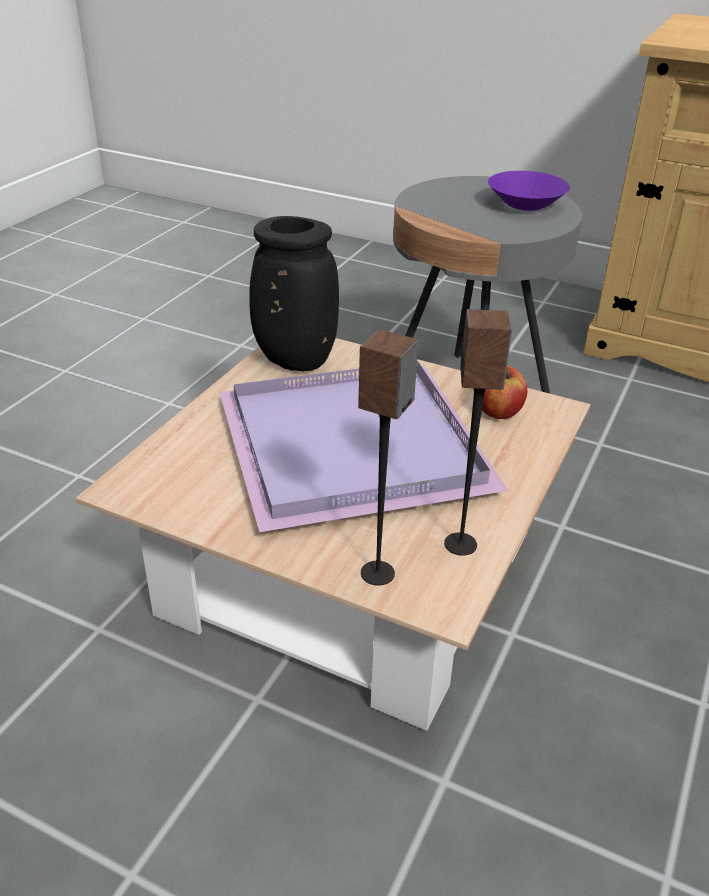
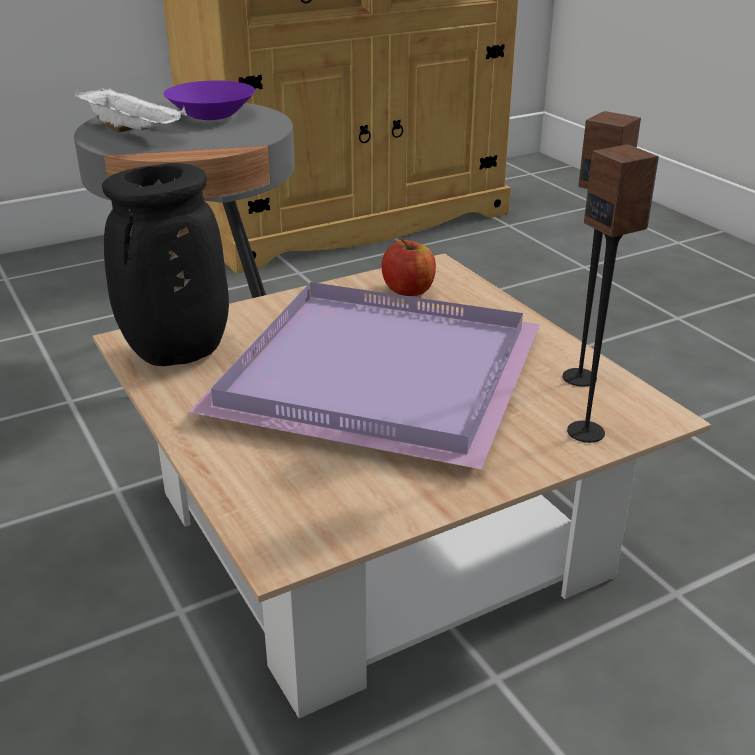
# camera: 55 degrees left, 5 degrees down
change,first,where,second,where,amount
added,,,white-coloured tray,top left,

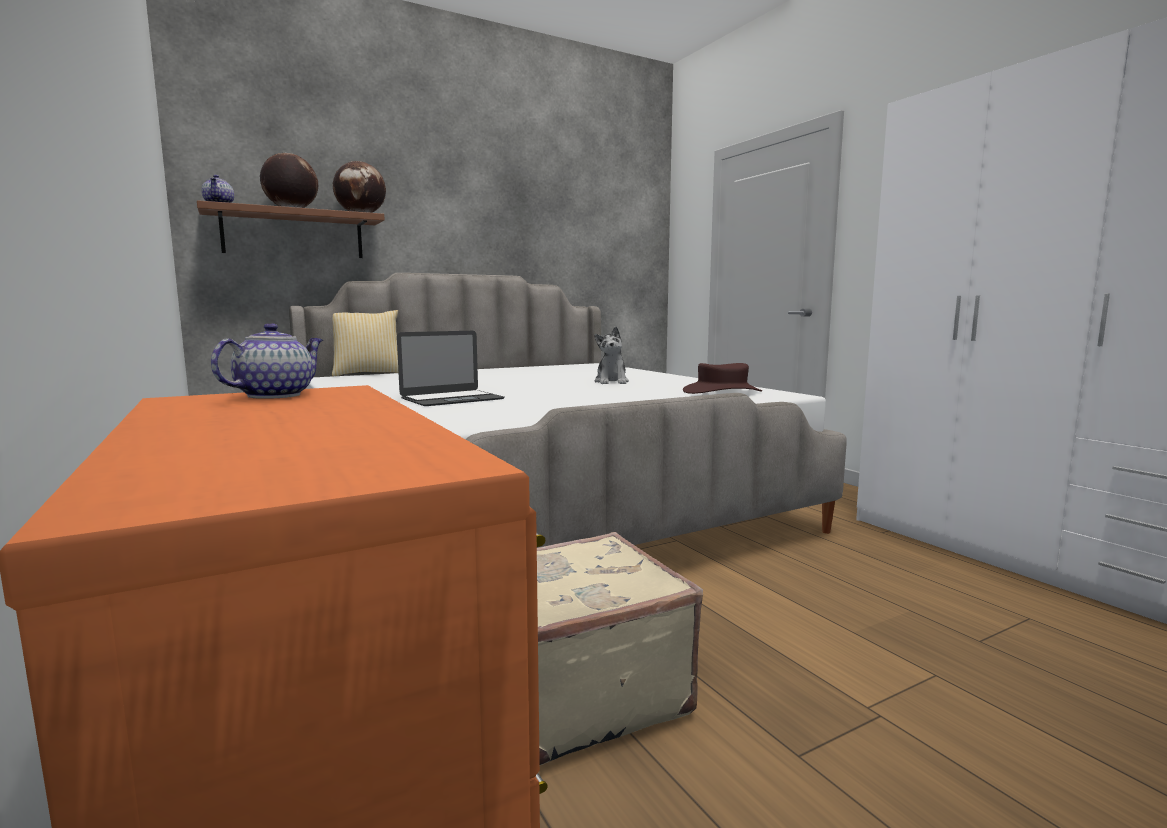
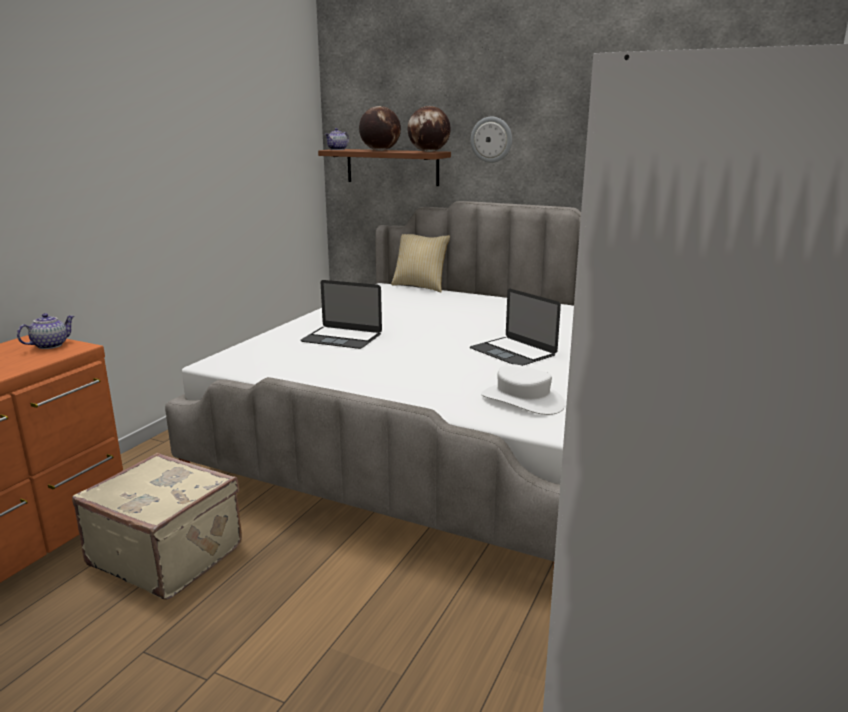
# camera: 55 degrees right, 10 degrees up
change,first,where,second,where,amount
turned,teapot (2nd from left in the first image),middle left,teapot (1st from left),middle left,45 degrees counterclockwise
replaced,plush toy,centre,notebook computer (2nd from left),centre,
recoloured,brown wearable hat,centre,white-coloured wearable hat,centre,
added,,,hanging clock,top centre,

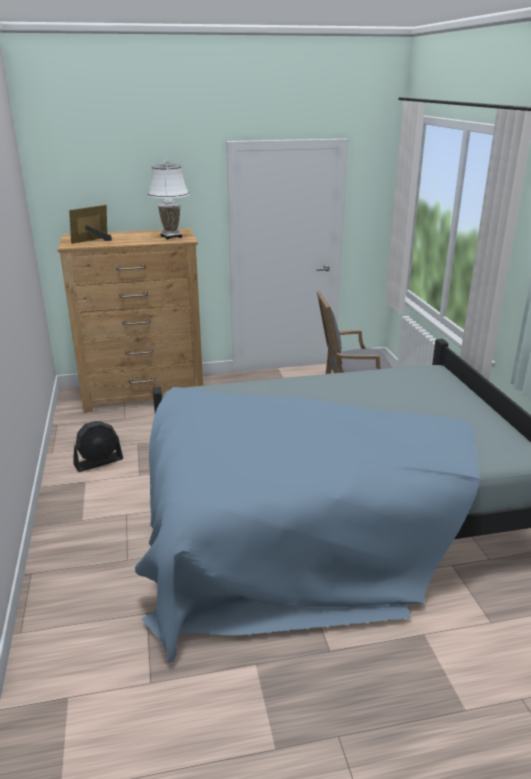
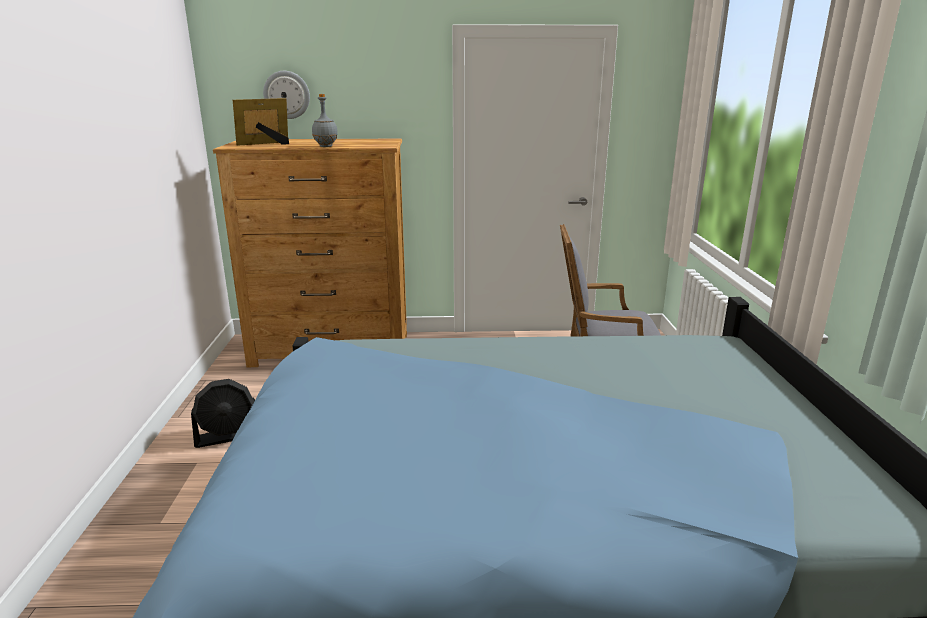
# camera: 10 degrees right, 5 degrees down
change,first,where,second,where,amount
removed,white-coloured tabletop lamp,top left,,,
added,,,hanging clock,top left,
added,,,gray bottle,top centre,

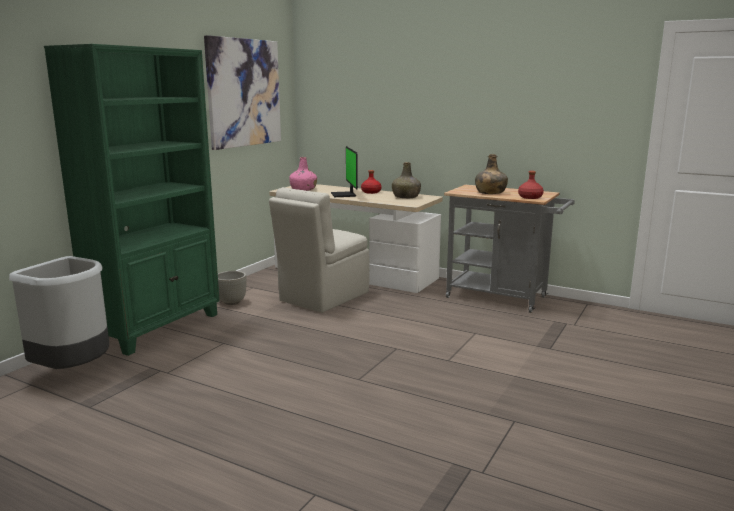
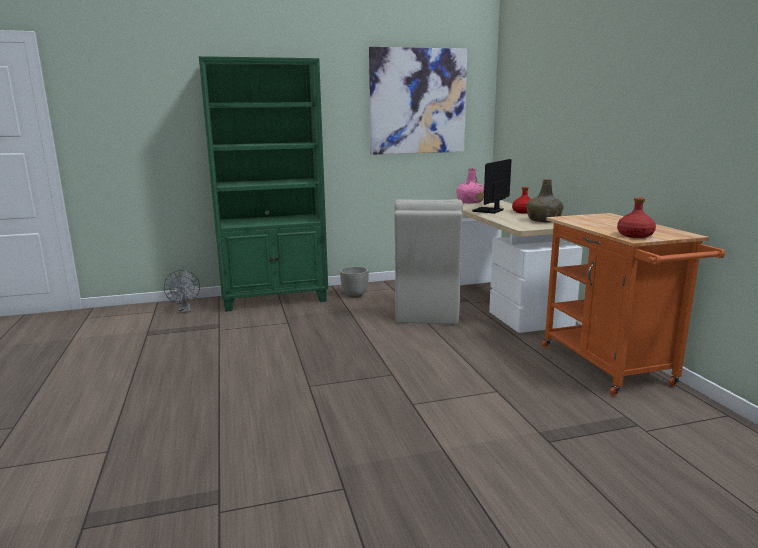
# camera: 45 degrees right, 0 degrees up
change,first,where,second,where,amount
removed,green bottle (2nd from left),middle right,,,
recoloured,gray trolley,middle right,orange trolley,middle right,
turned,sand-coloured upright chair,centre,,centre,75 degrees counterclockwise
replaced,gray waste bin,middle left,gray fan,middle left,

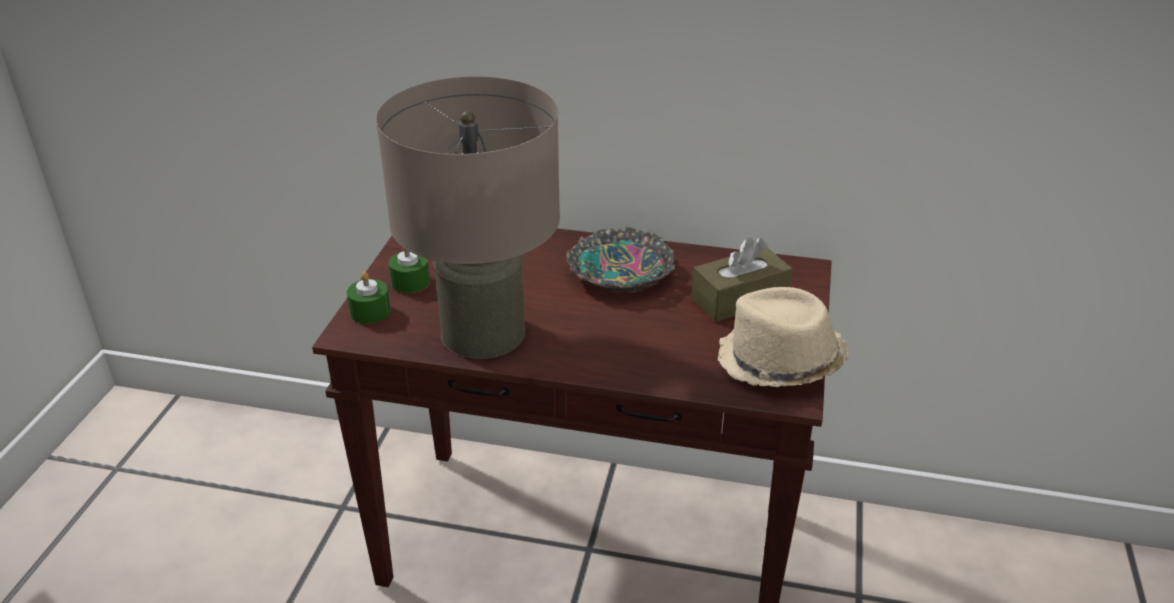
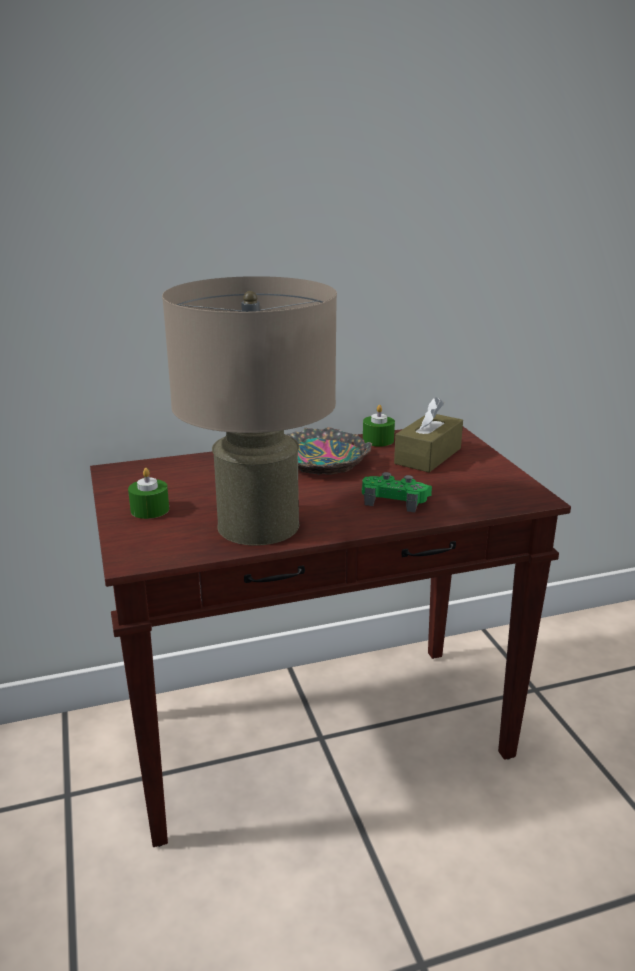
# camera: 30 degrees left, 10 degrees down
change,first,where,second,where,amount
moved,green wax candle (1st from left in the first image),middle left,green wax candle (2nd from left),centre,
removed,sand-coloured wearable hat,middle right,,,
added,,,green joypad,centre,

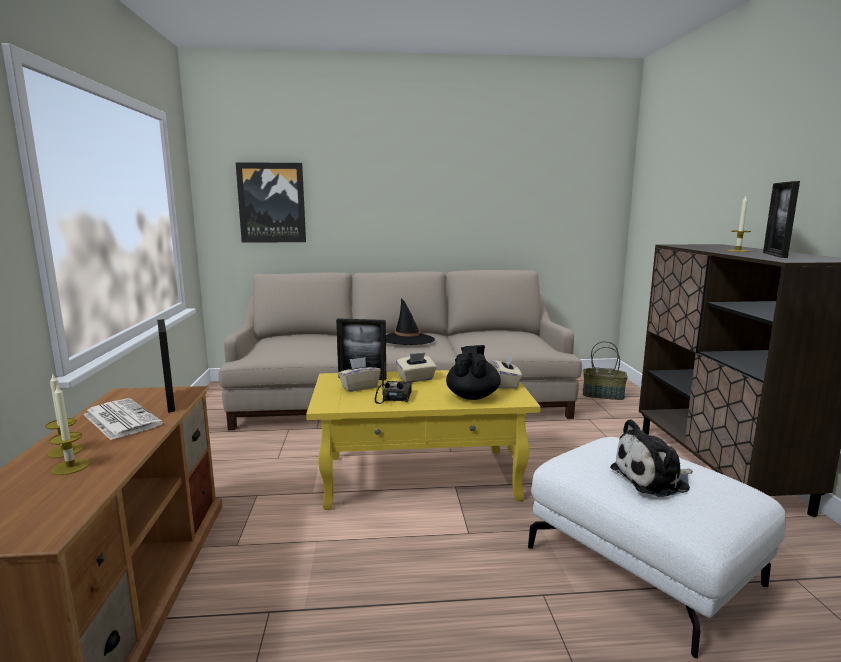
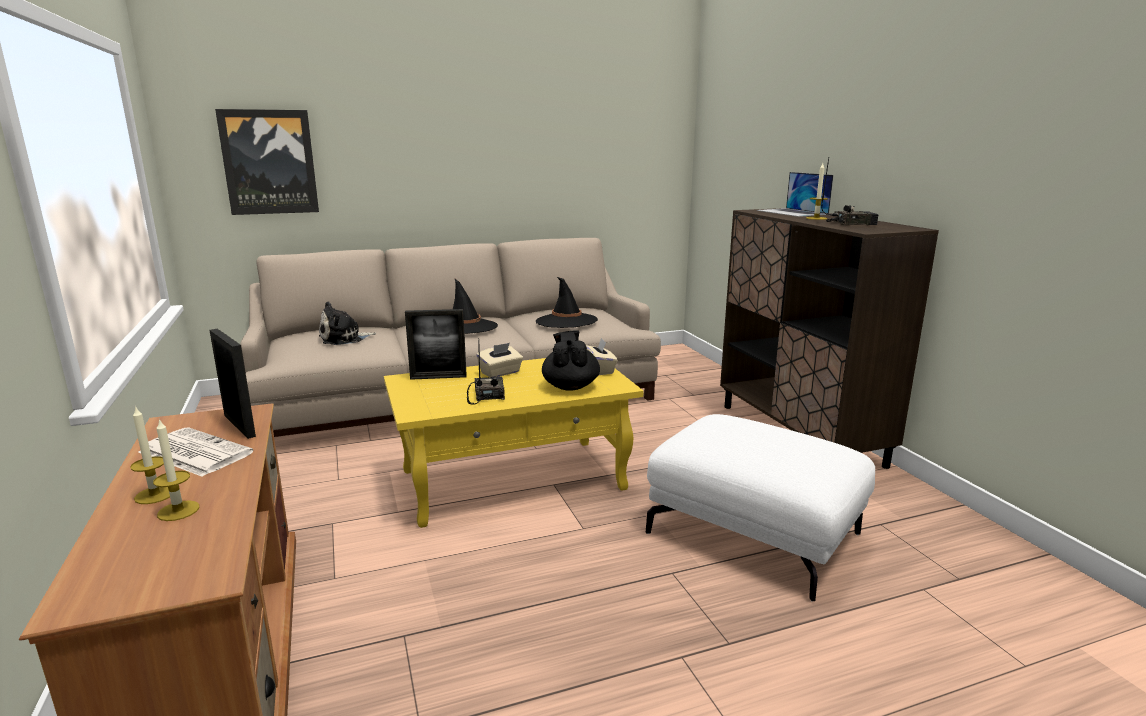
# camera: 15 degrees left, 5 degrees up
change,first,where,second,where,amount
replaced,picture frame (3rd from left),top right,radio receiver (2nd from left),top right,
removed,household basket,middle right,,,
removed,sand-coloured box of tissues (1st from left),centre,,,
moved,plush toy,bottom right,,middle left,
added,,,notebook computer,top right,
added,,,black wearable hat (2nd from left),centre,

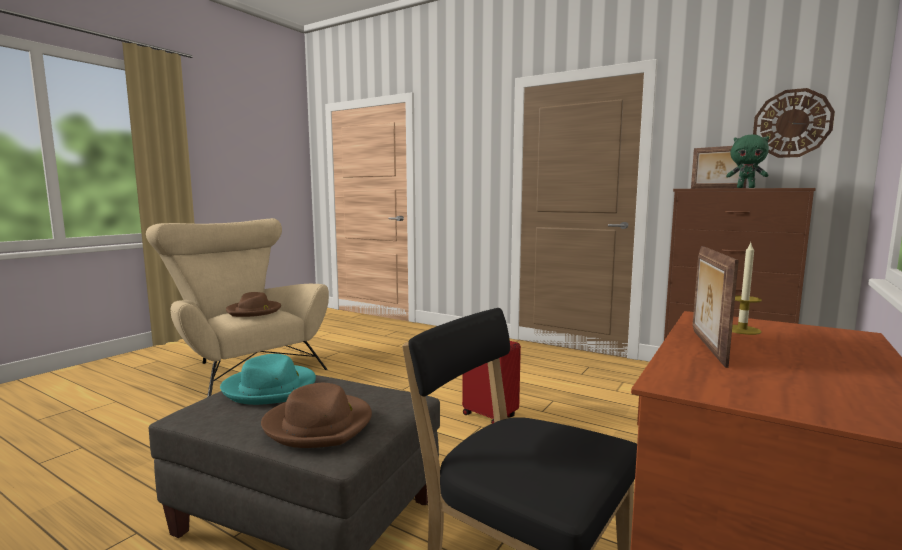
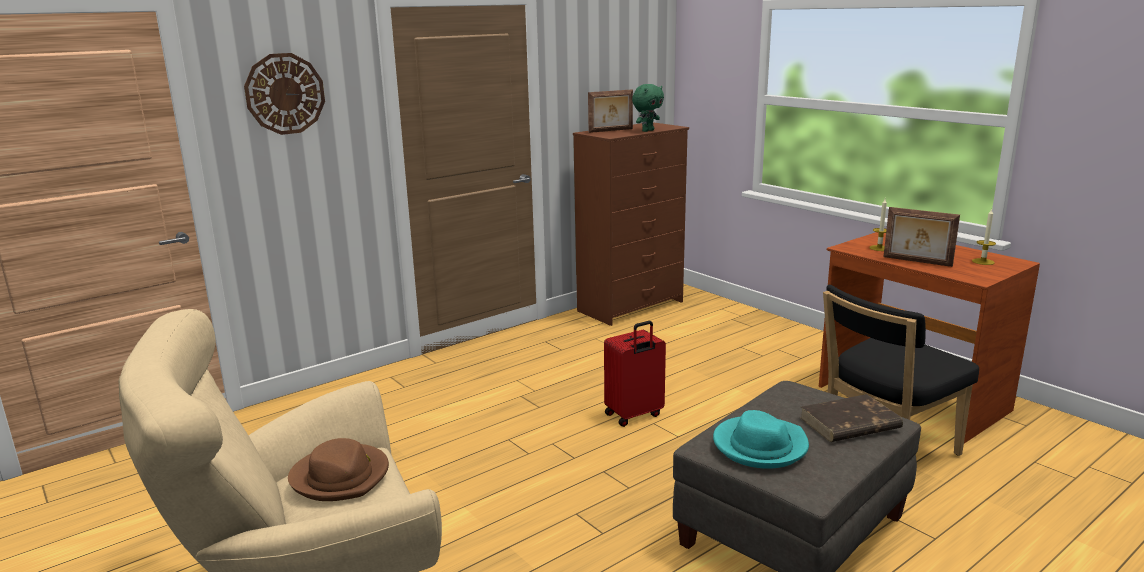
# camera: 70 degrees left, 10 degrees up
change,first,where,second,where,amount
moved,hanging clock,top right,,top left,
replaced,brown wearable hat (2nd from left),bottom centre,brown book,bottom right,
added,,,wax candle (2nd from left),middle right,

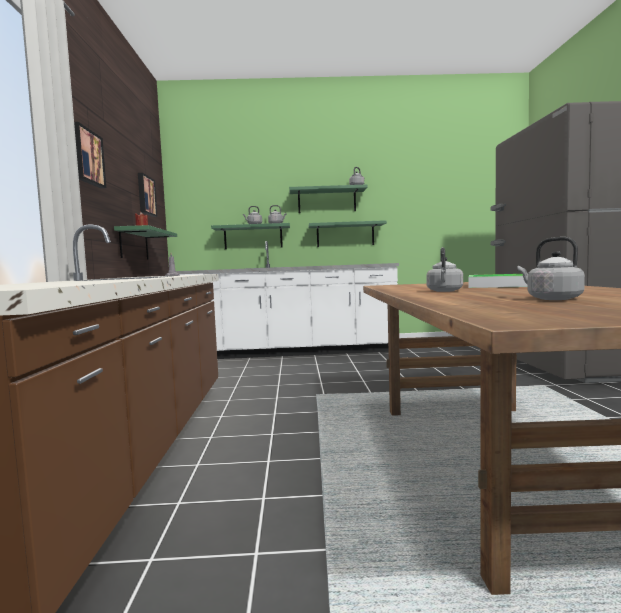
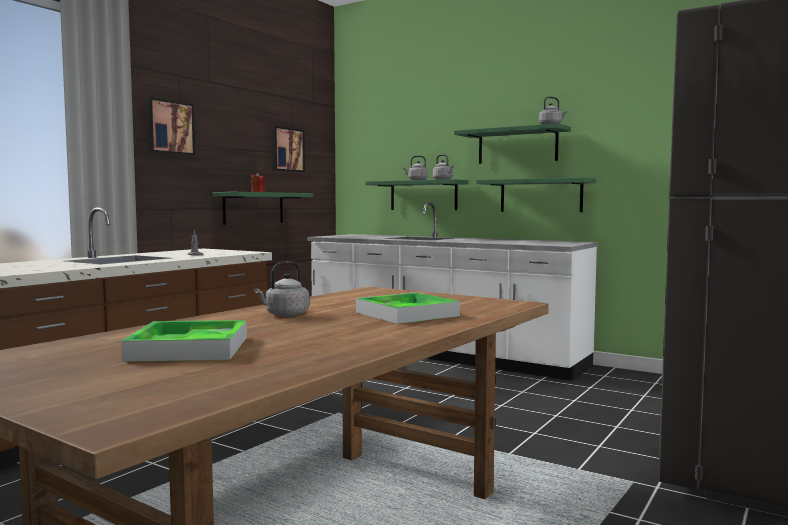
# camera: 35 degrees right, 0 degrees up
change,first,where,second,where,amount
replaced,gray water kettle (5th from left),middle right,tray (1st from left),middle left,

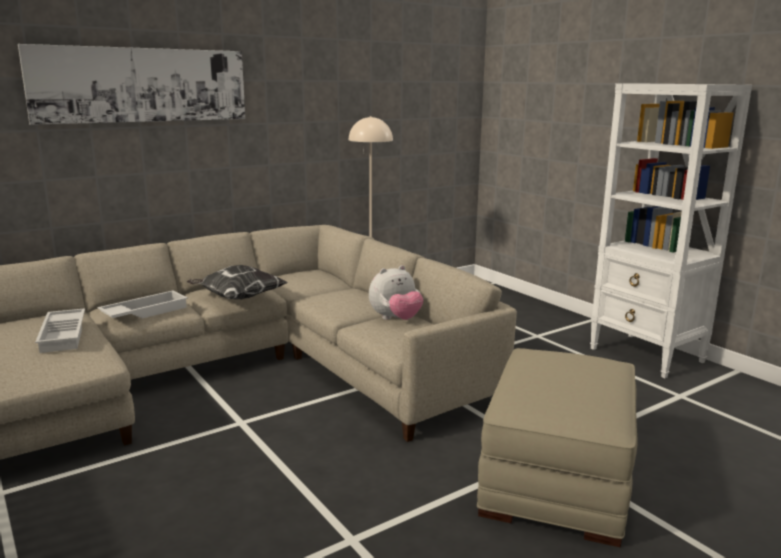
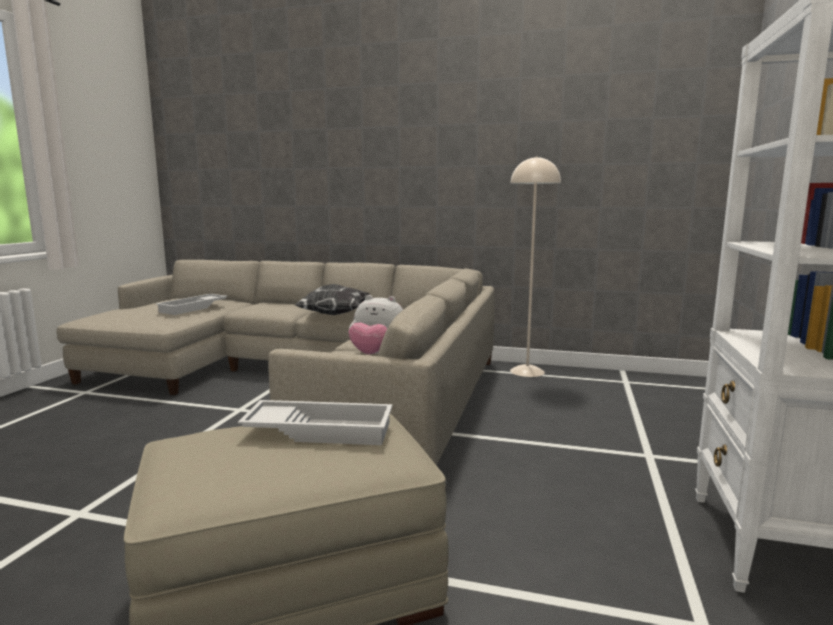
# camera: 50 degrees right, 5 degrees down
change,first,where,second,where,amount
removed,wall picture,top left,,,
moved,white-coloured tray (2nd from left),middle left,,bottom centre,

